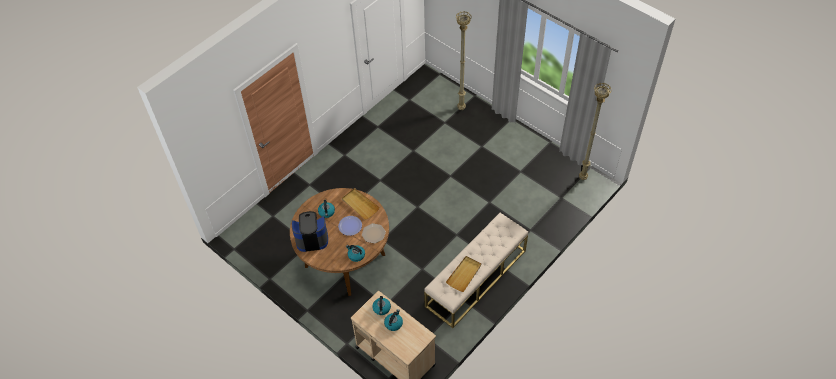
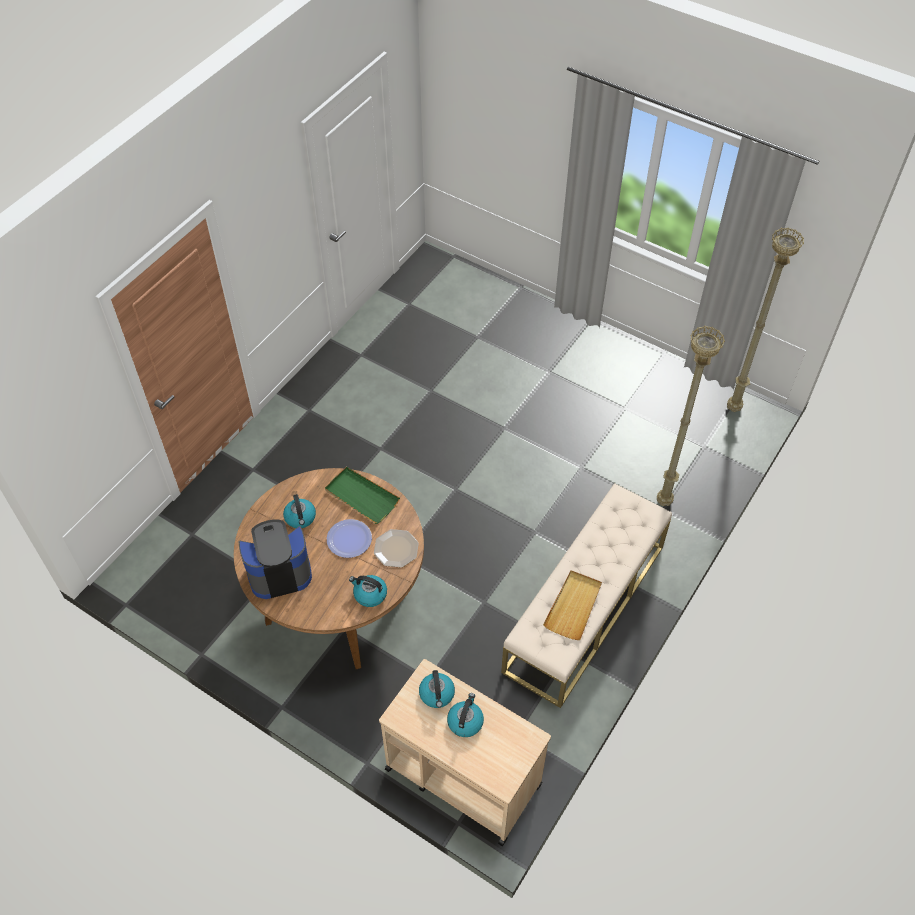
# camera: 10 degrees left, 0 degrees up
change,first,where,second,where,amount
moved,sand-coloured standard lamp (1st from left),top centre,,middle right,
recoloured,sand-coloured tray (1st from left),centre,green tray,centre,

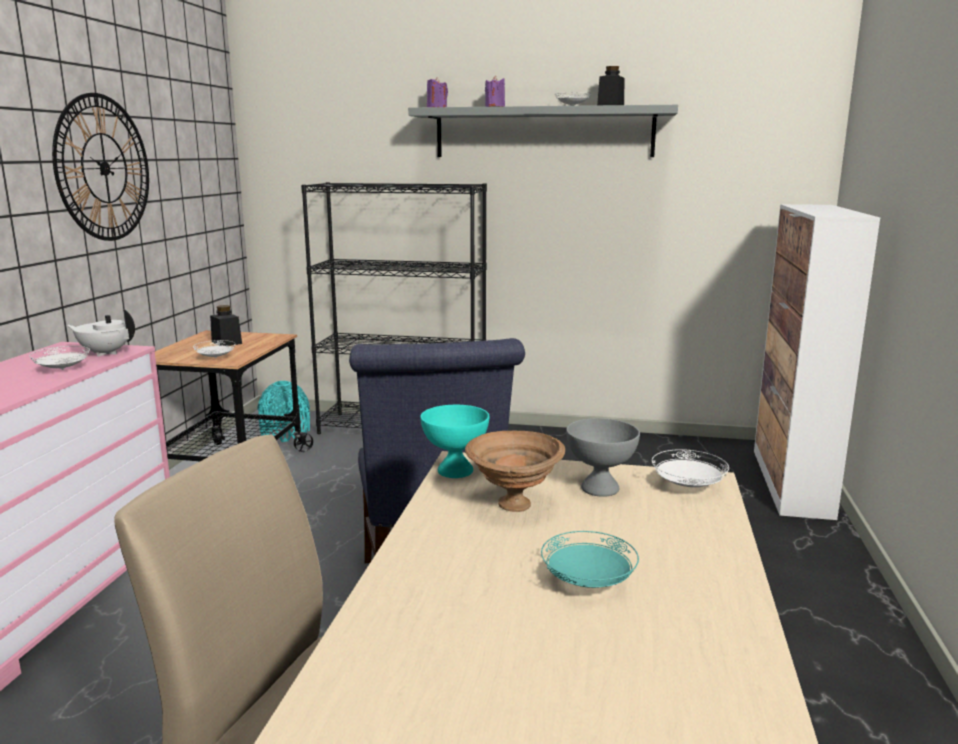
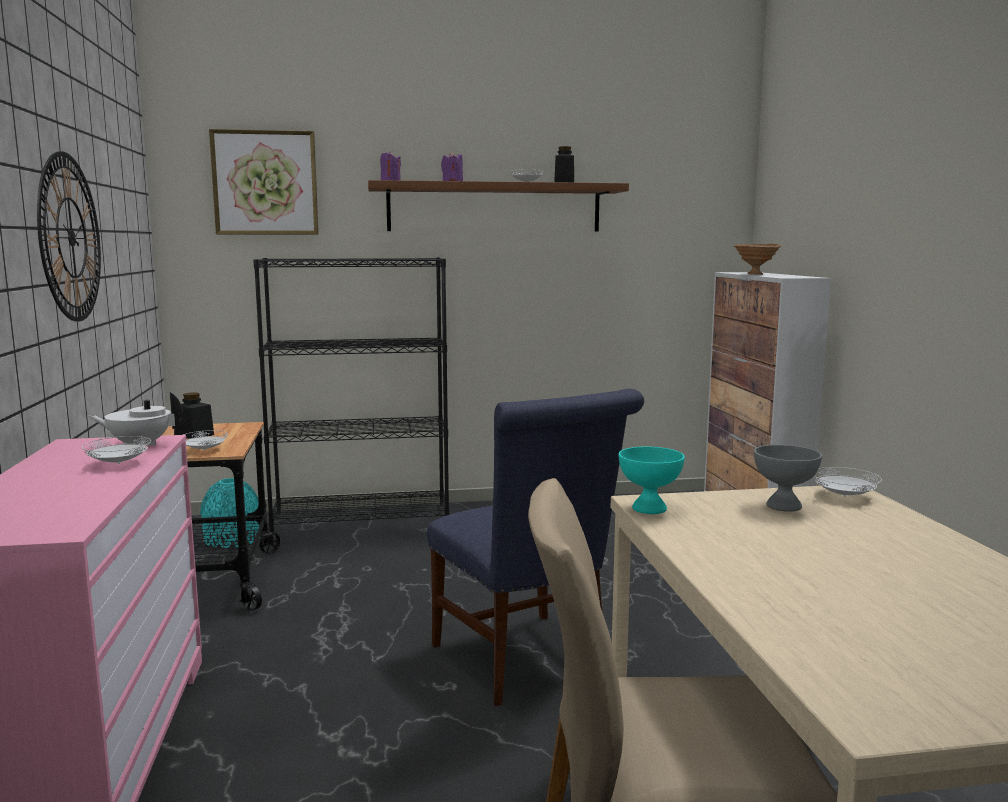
# camera: 20 degrees left, 5 degrees down
change,first,where,second,where,amount
recoloured,gray wall shelf,top centre,brown wall shelf,top centre,
moved,brown bowl,centre,,top right,
removed,blue-green plate,bottom centre,,,
added,,,wall picture,top left,

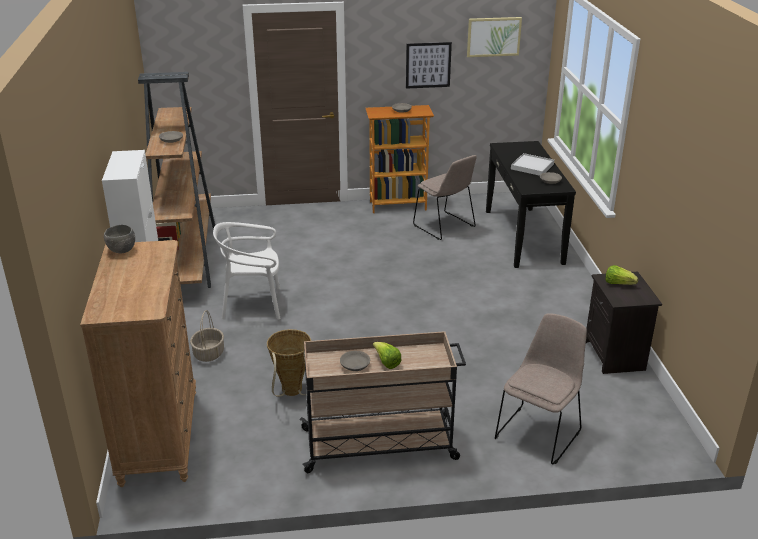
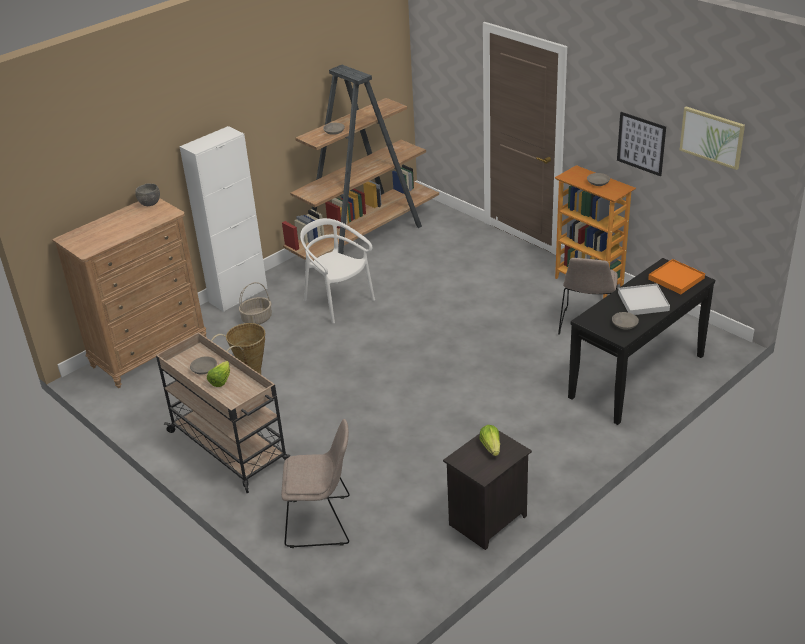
# camera: 55 degrees right, 5 degrees up
change,first,where,second,where,amount
added,,,orange tray,middle right,

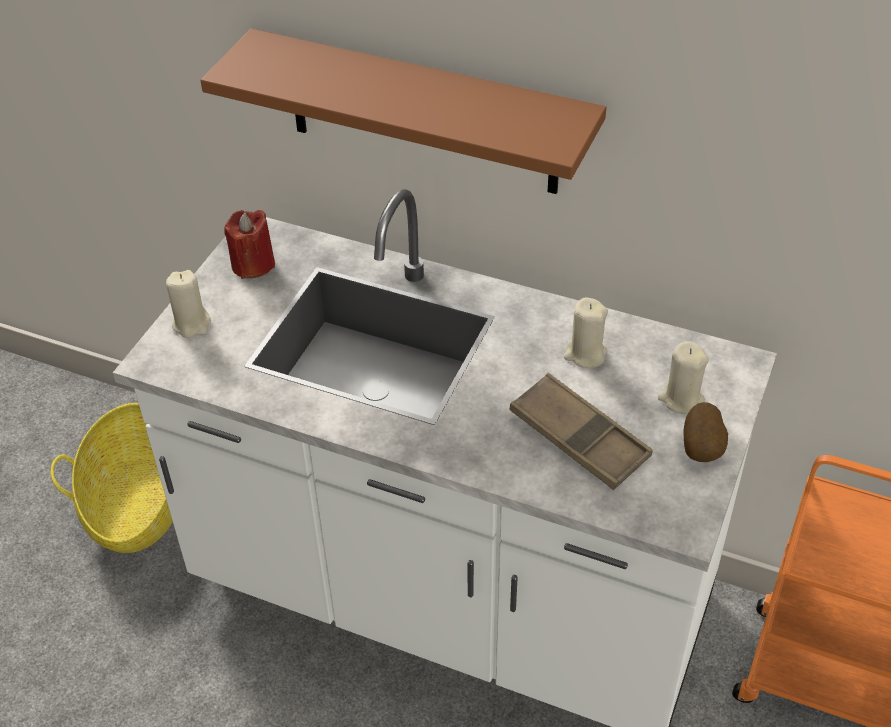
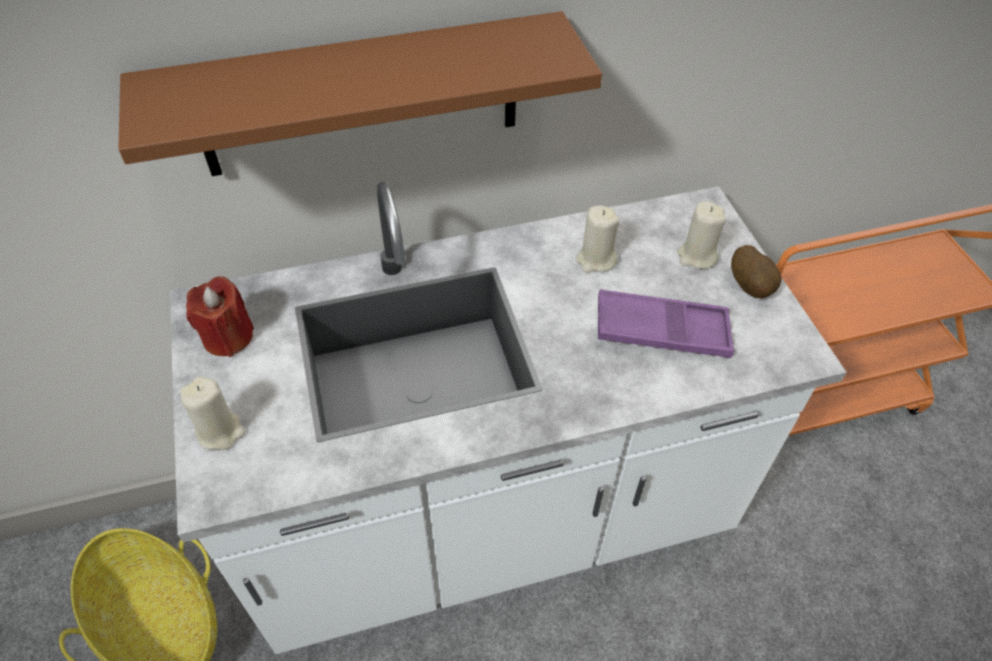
# camera: 40 degrees left, 5 degrees up
change,first,where,second,where,amount
recoloured,brown tray,centre,purple tray,middle right,

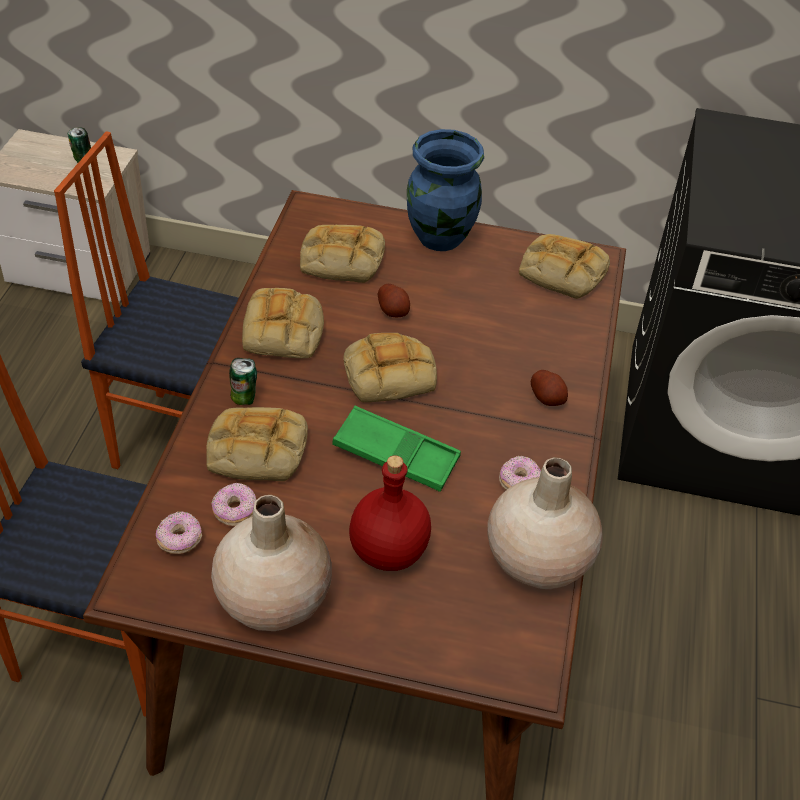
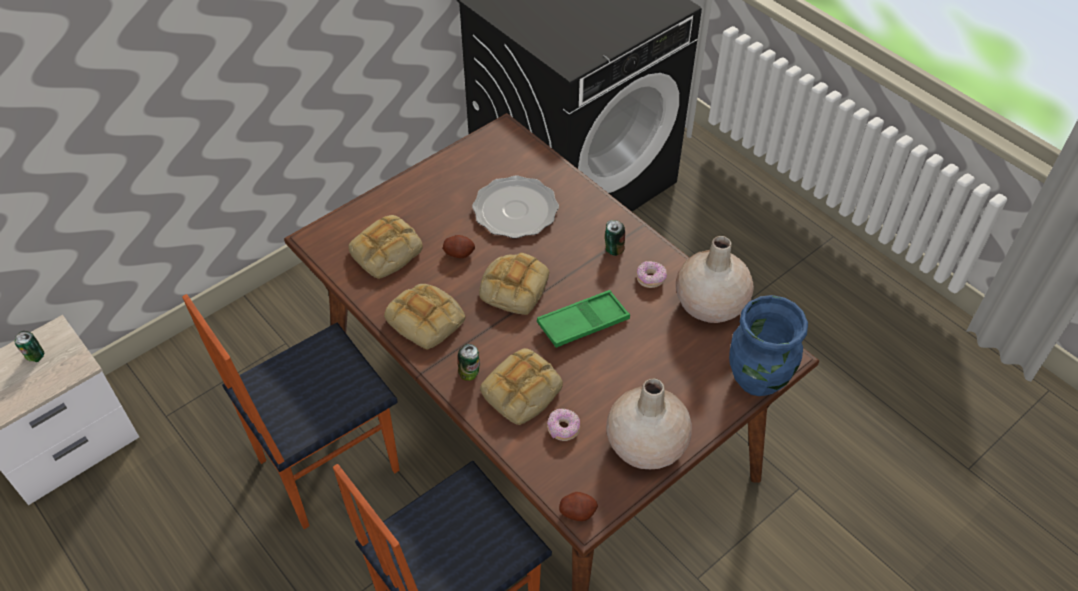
# camera: 50 degrees left, 5 degrees up
change,first,where,second,where,amount
moved,blue vase,top centre,,middle right,
removed,baked bread (5th from left),top right,,,
moved,potato (2nd from left),middle right,,bottom centre,
removed,reddish bottle,centre,,,
removed,ring doughnut (1st from left),middle left,,,
added,,,plate,centre,
added,,,can (3rd from left),centre,

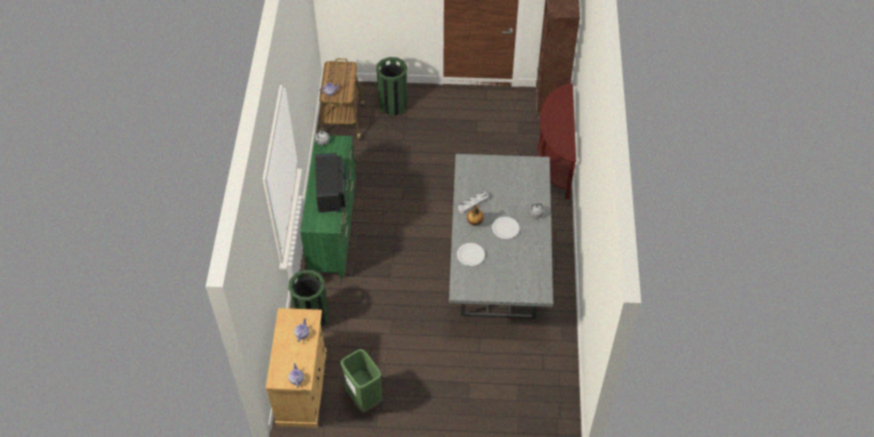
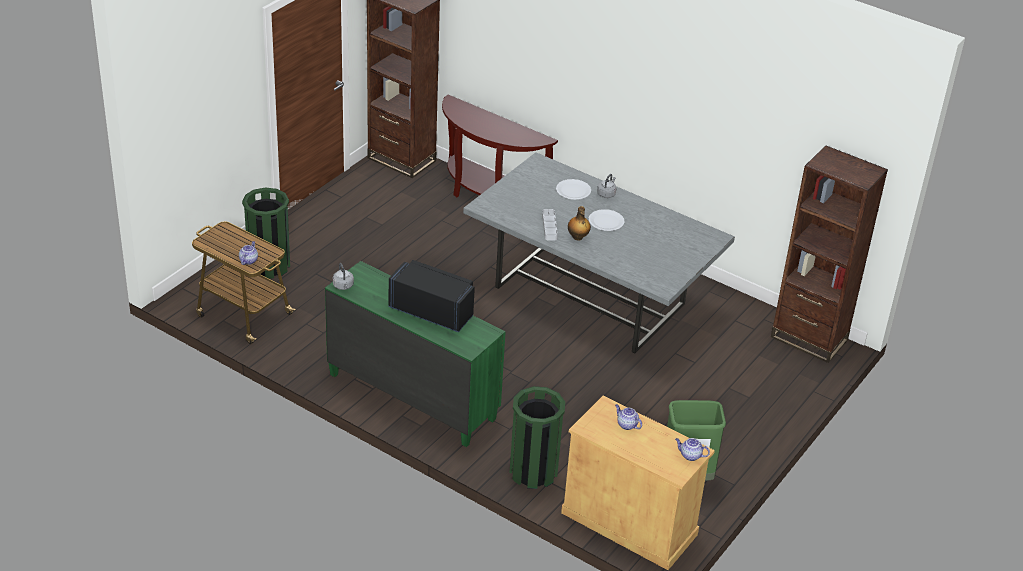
# camera: 60 degrees left, 15 degrees down
change,first,where,second,where,amount
moved,white-coloured plate (1st from left),centre,,top centre,
added,,,brown shelving unit (2nd from left),middle right,

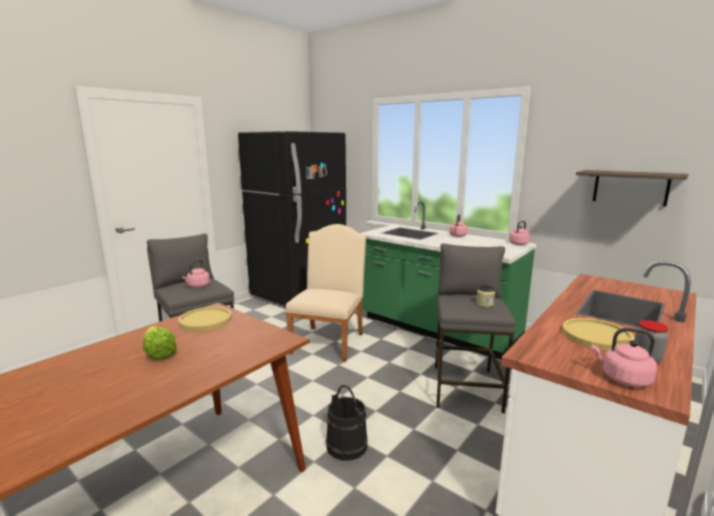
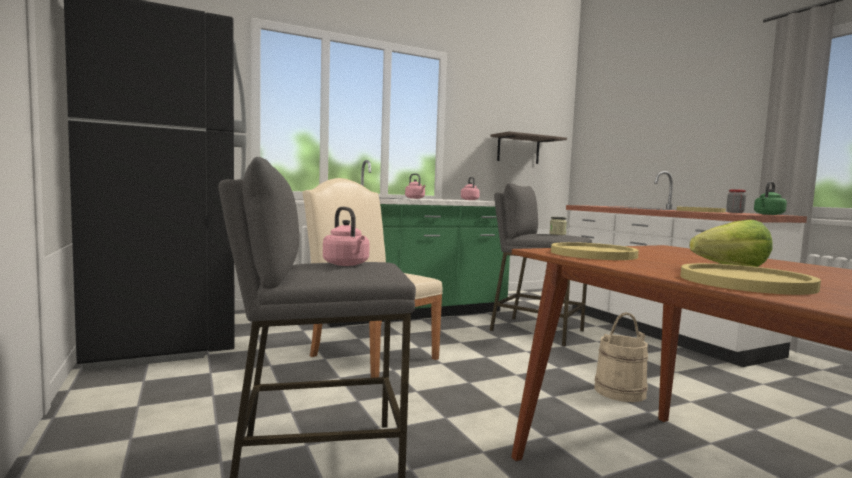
# camera: 65 degrees left, 10 degrees down
change,first,where,second,where,amount
recoloured,pink-coloured water kettle (4th from left),bottom right,green water kettle,middle right,
recoloured,black pail,bottom centre,sand-coloured pail,bottom right,
added,,,yellow-coloured plate (3rd from left),middle right,

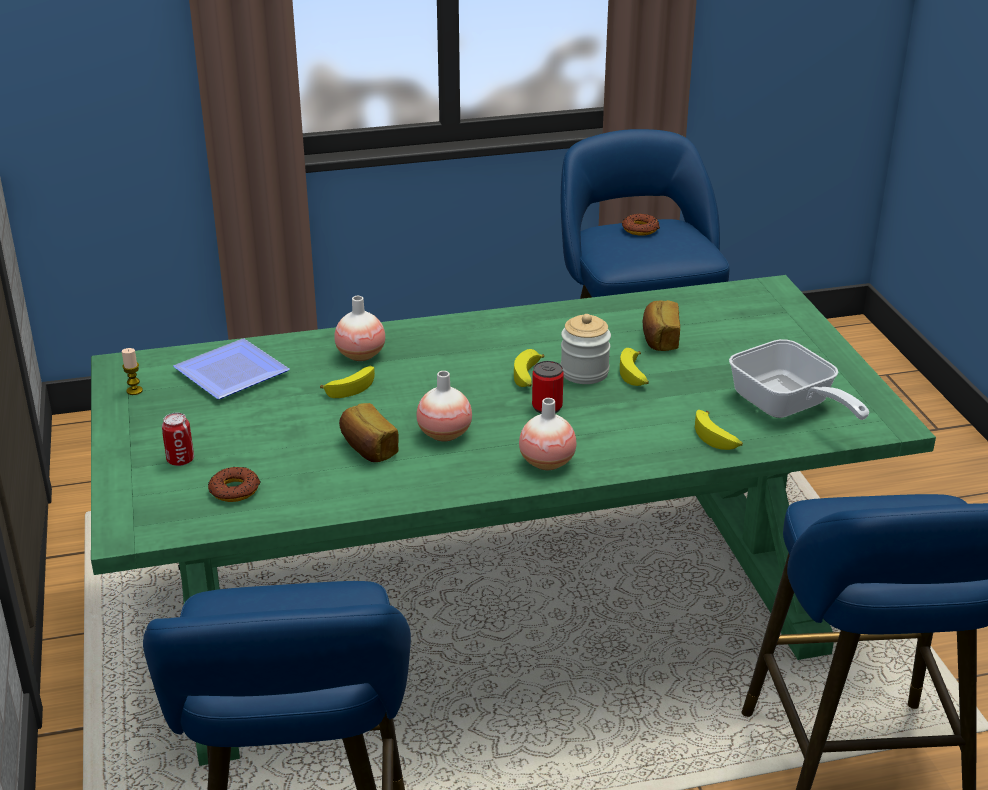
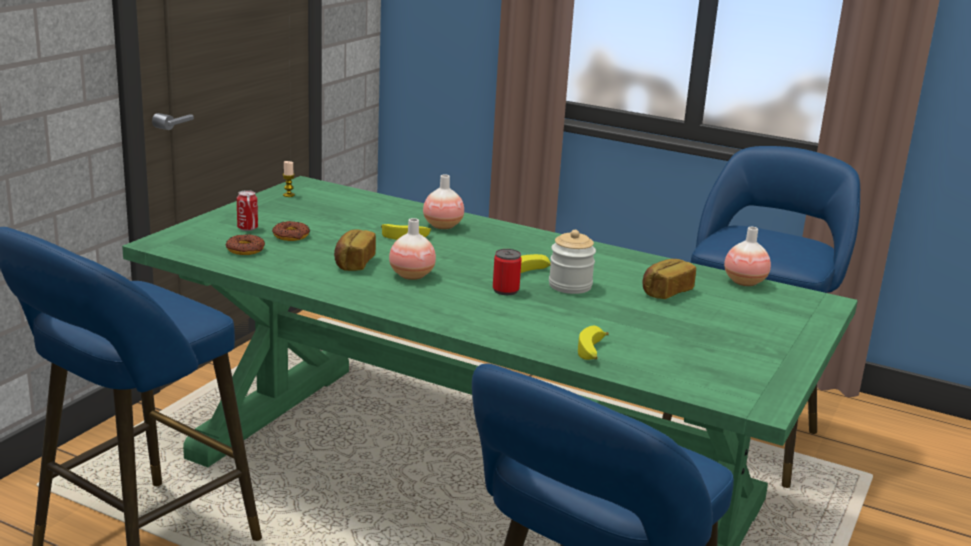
# camera: 40 degrees right, 10 degrees down
change,first,where,second,where,amount
moved,ring doughnut (2nd from left),top centre,,middle left,
removed,plate,middle left,,,
removed,skillet,middle right,,,
removed,whole banana (3rd from left),centre,,,
moved,vase (3rd from left),centre,,middle right,

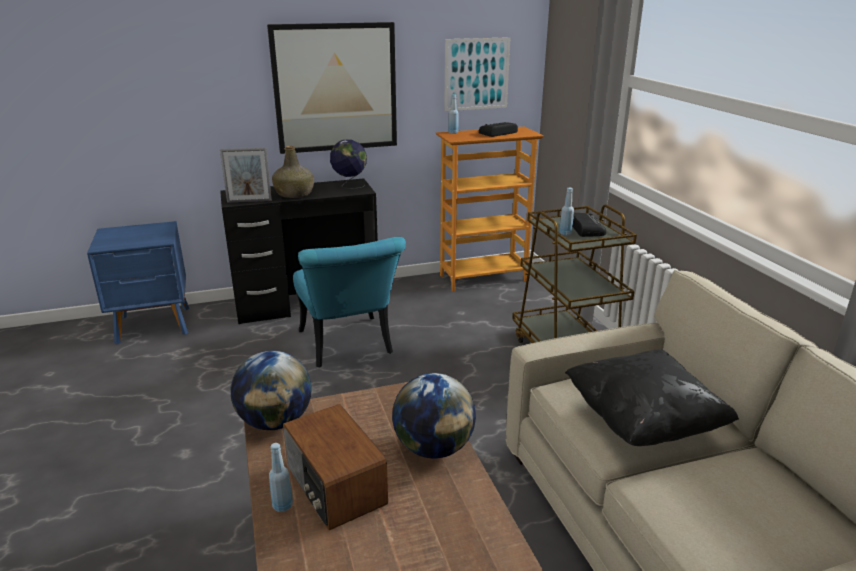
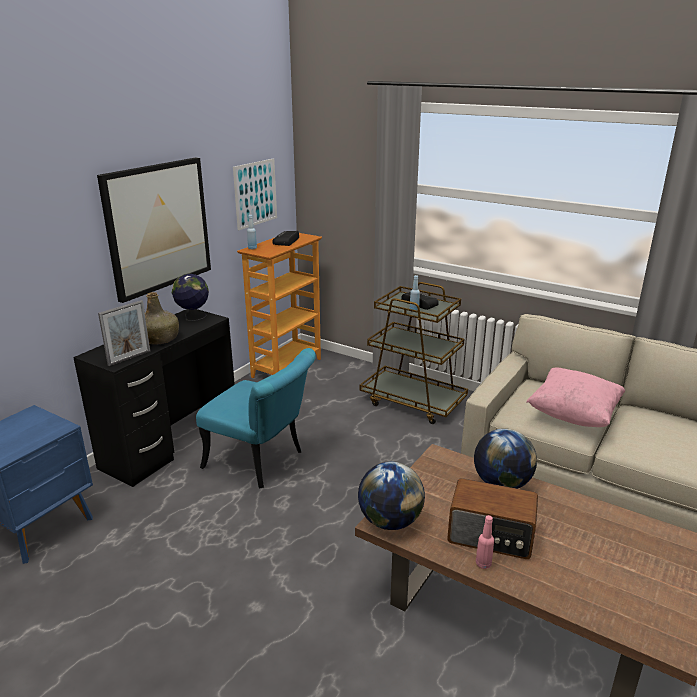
# camera: 40 degrees left, 0 degrees up
change,first,where,second,where,amount
recoloured,black throw pillow,bottom right,pink-coloured throw pillow,middle right,
recoloured,blue bottle (1st from left),bottom left,pink-coloured bottle,bottom right,

